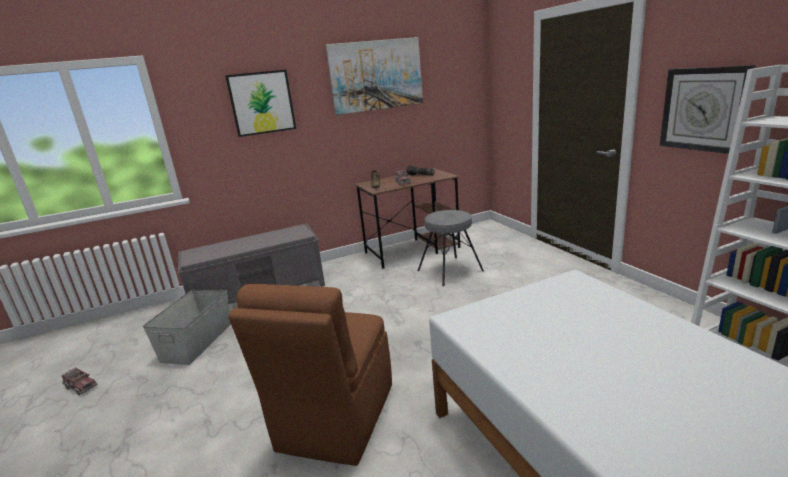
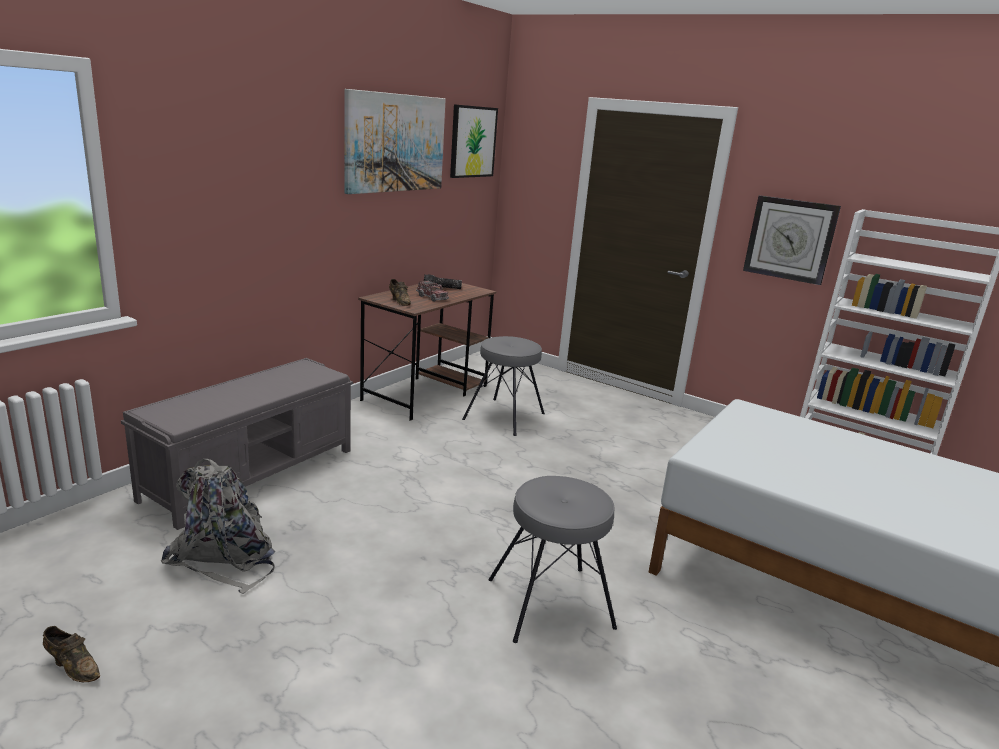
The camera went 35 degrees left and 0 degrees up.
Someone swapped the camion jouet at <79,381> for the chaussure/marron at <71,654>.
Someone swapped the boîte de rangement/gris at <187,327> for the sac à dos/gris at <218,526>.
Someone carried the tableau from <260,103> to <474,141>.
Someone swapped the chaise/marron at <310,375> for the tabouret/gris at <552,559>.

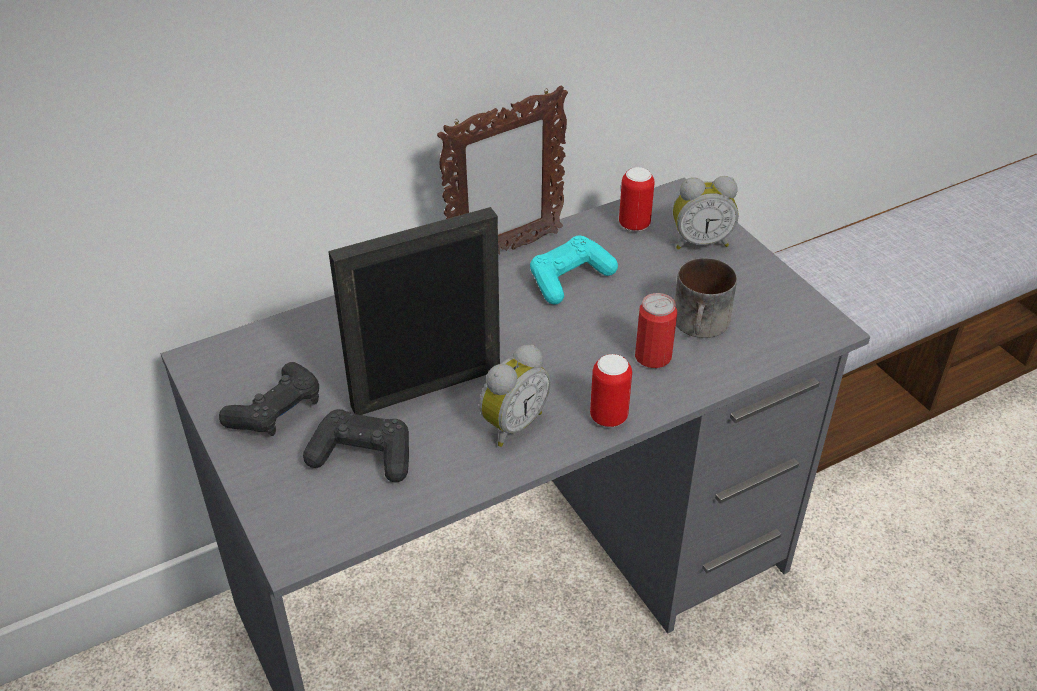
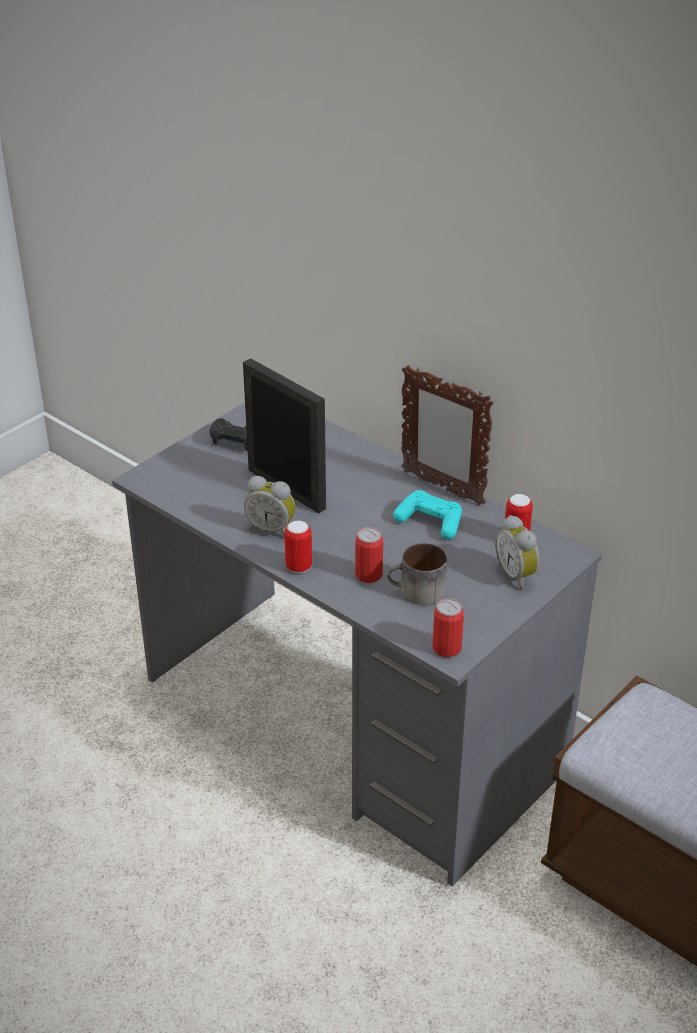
The camera went 70 degrees right and 5 degrees down.
Someone put down the boîte métallique at <448,627>.
Someone took away the manette/noir at <356,445>.

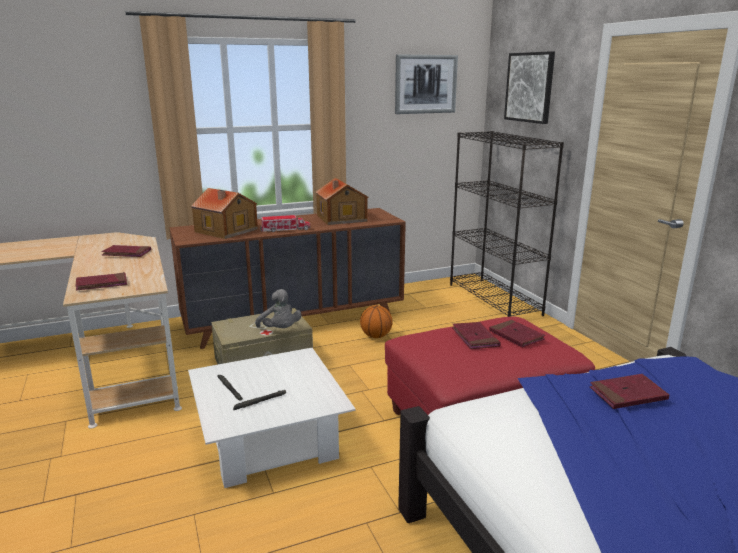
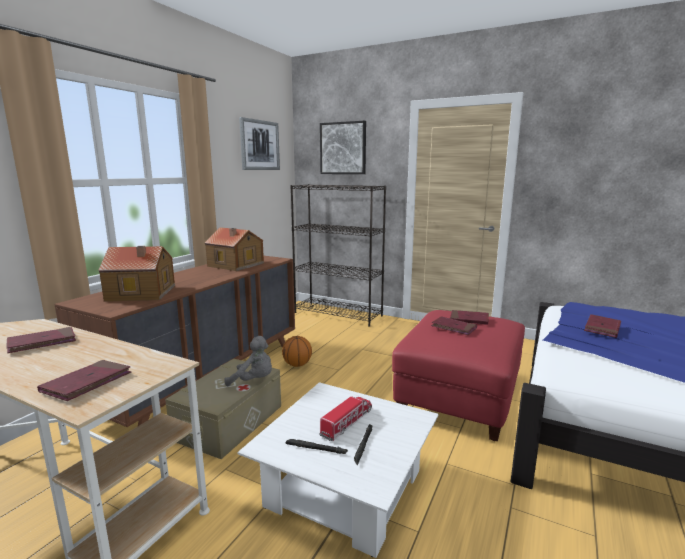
The camera went 40 degrees left and 5 degrees down.
Someone carried the camion jouet from <285,223> to <346,418>.

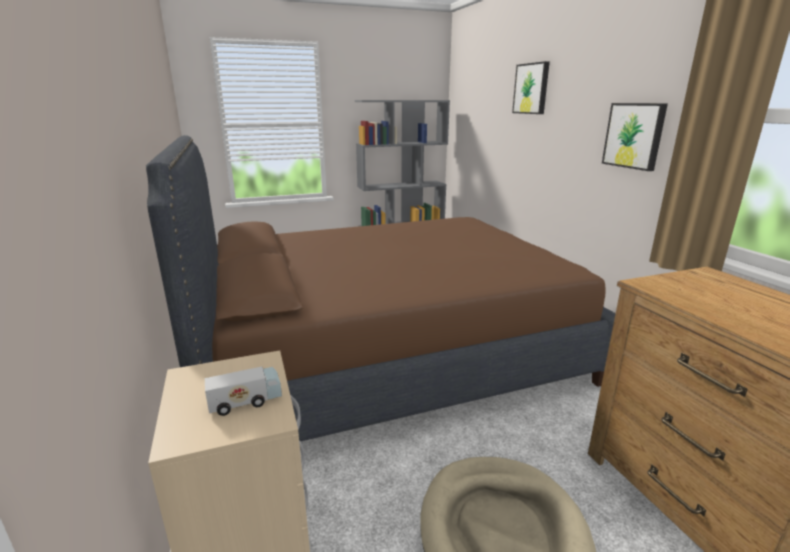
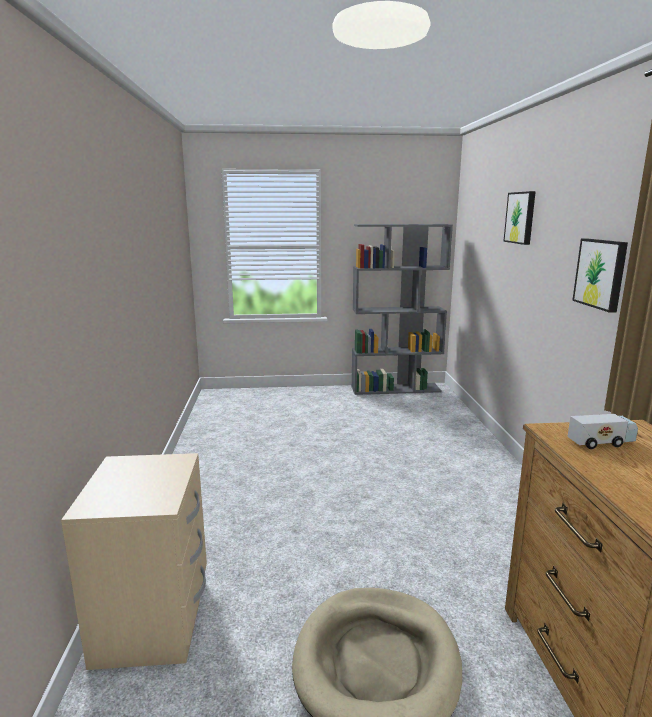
The camera went 15 degrees right and 5 degrees down.
Someone carried the camion jouet from <243,391> to <602,431>.
Someone took away the lit/marron at <381,288>.

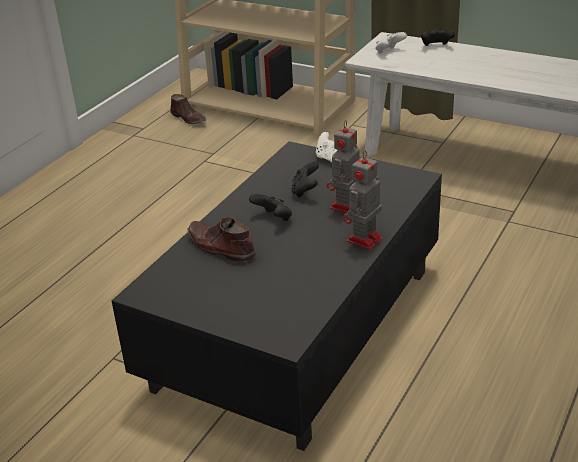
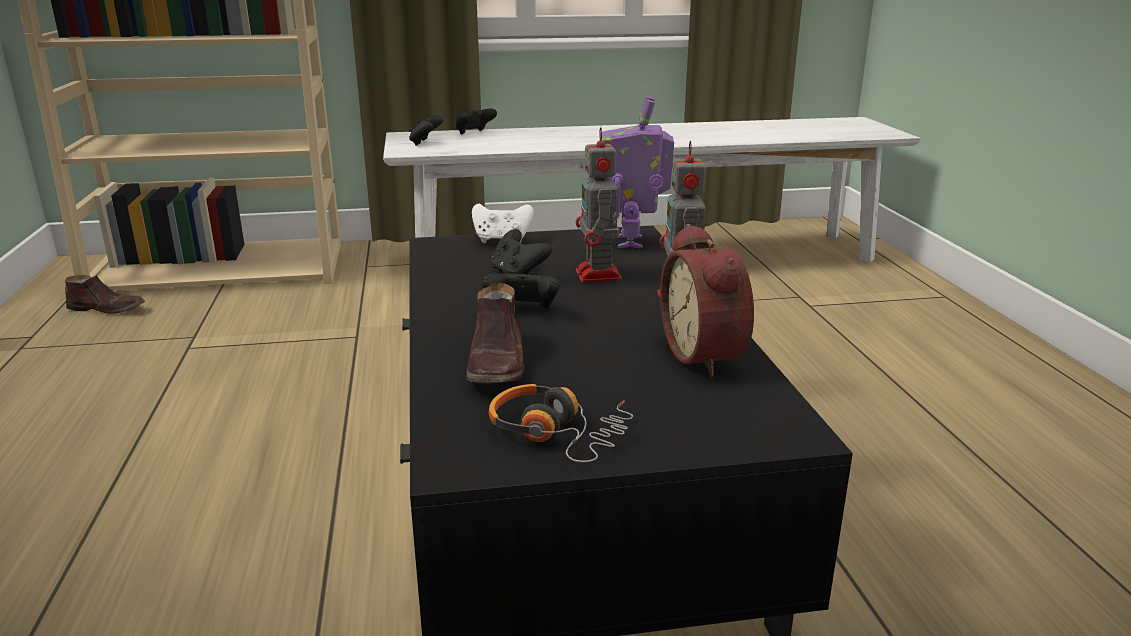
The camera went 40 degrees left and 10 degrees down.
Someone repainted the manette/blanc at <391,43>, which became the manette/noir at <426,130>.
Someone rotated the chaussure/marron at <221,239> by 90 degrees counterclockwise.
Someone put down the casque audio at <560,423>.
Someone put down the robot jouet at <636,172>.
Someone put down the réveil at <707,300>.

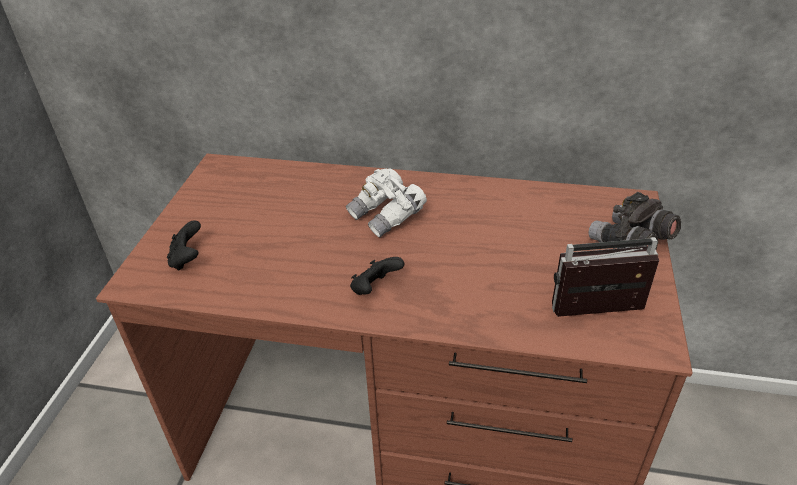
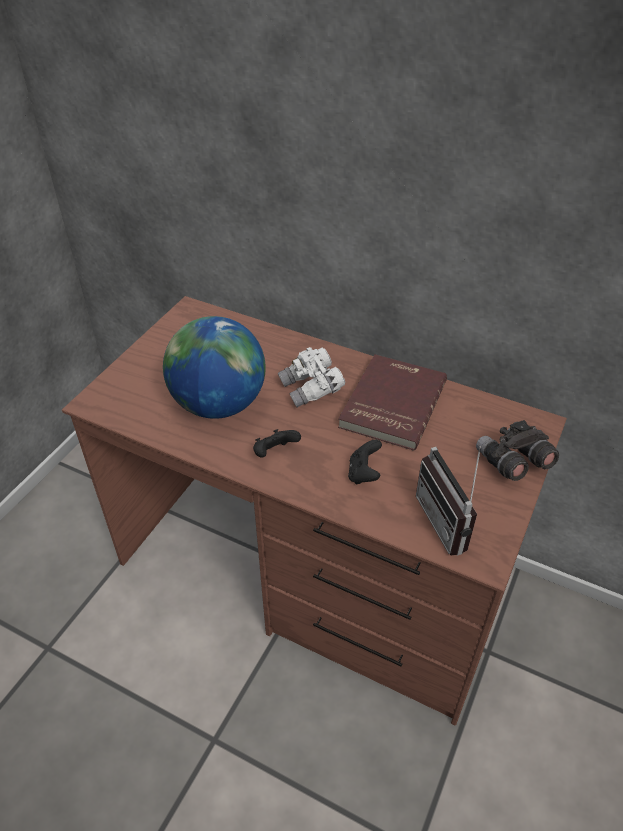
The camera went 15 degrees right and 5 degrees up.
Someone put down the globe at <214,367>.
Someone put down the livre/rouge at <392,402>.
Someone carried the manette/noir from <184,245> to <365,462>.
Someone rotated the radio at <605,277> by 120 degrees counterclockwise.

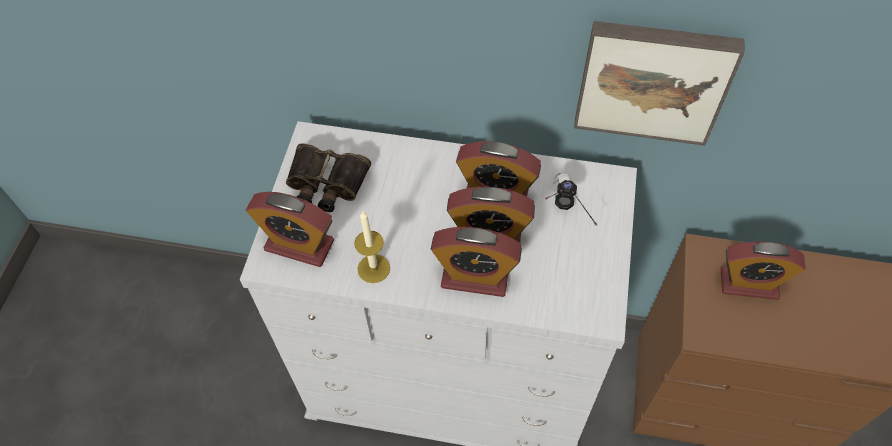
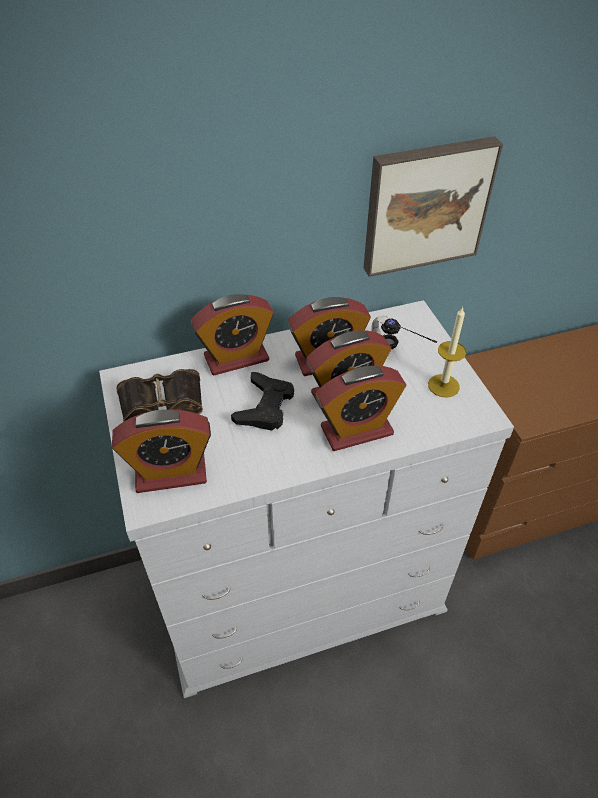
The camera went 30 degrees left and 10 degrees down.
Someone carried the réveil from <763,270> to <232,334>.
Someone put down the manette/noir at <262,401>.
Someone carried the bougie from <372,247> to <447,352>.

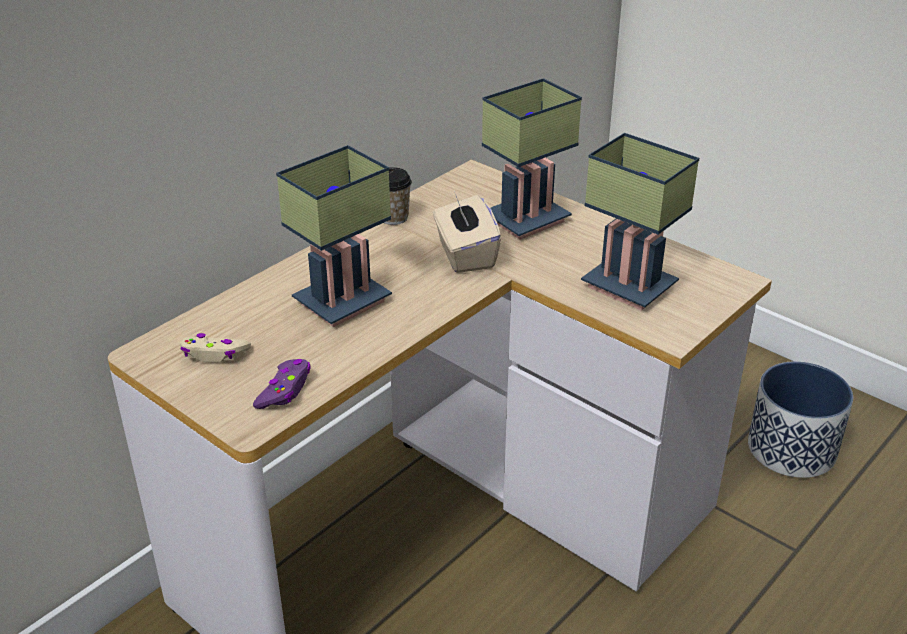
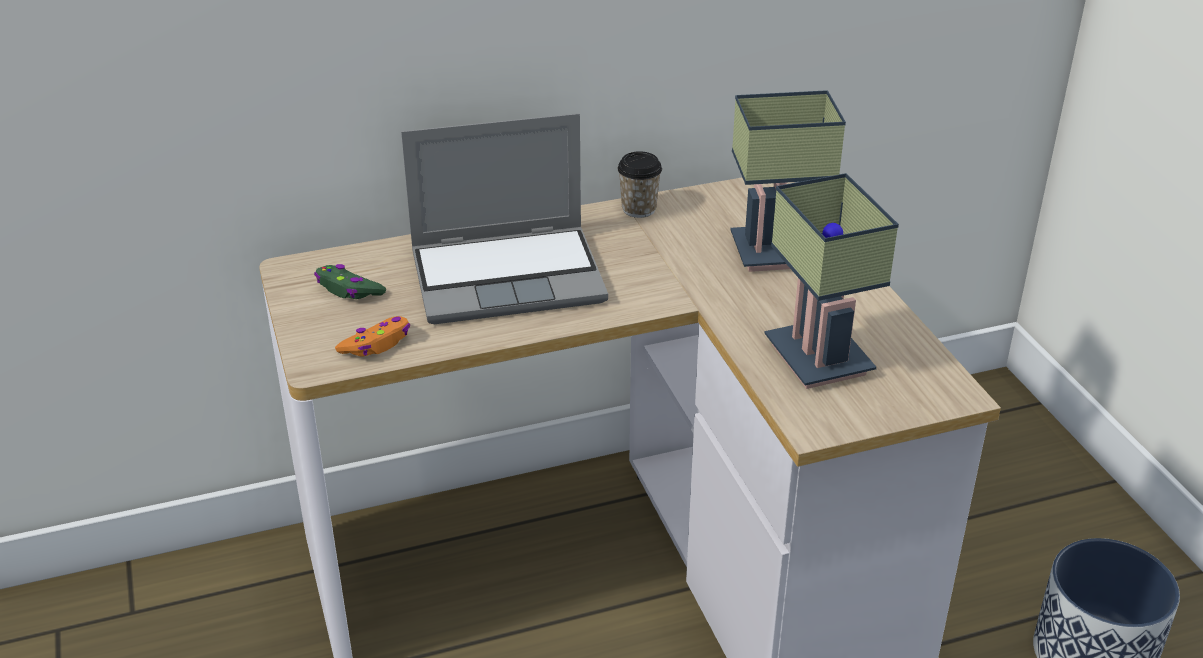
The camera went 30 degrees right and 0 degrees up.
Someone repainted the manette/beige at <215,348>, which became the manette/vert at <350,281>.
Someone repainted the manette/violet at <282,384>, which became the manette/orange at <372,336>.
Someone swapped the lampe de table at <334,236> for the ordinateur portable at <504,218>.
Someone took away the boîte à mouchoirs/beige at <467,232>.

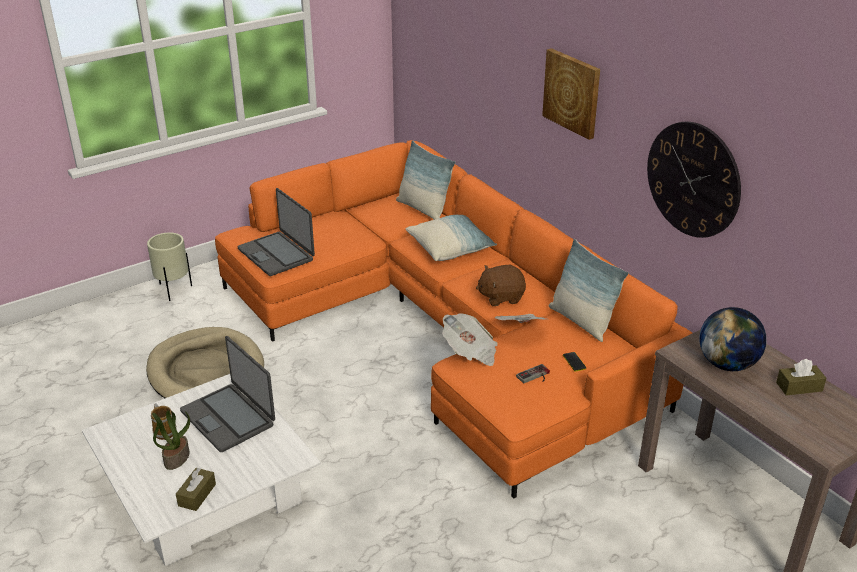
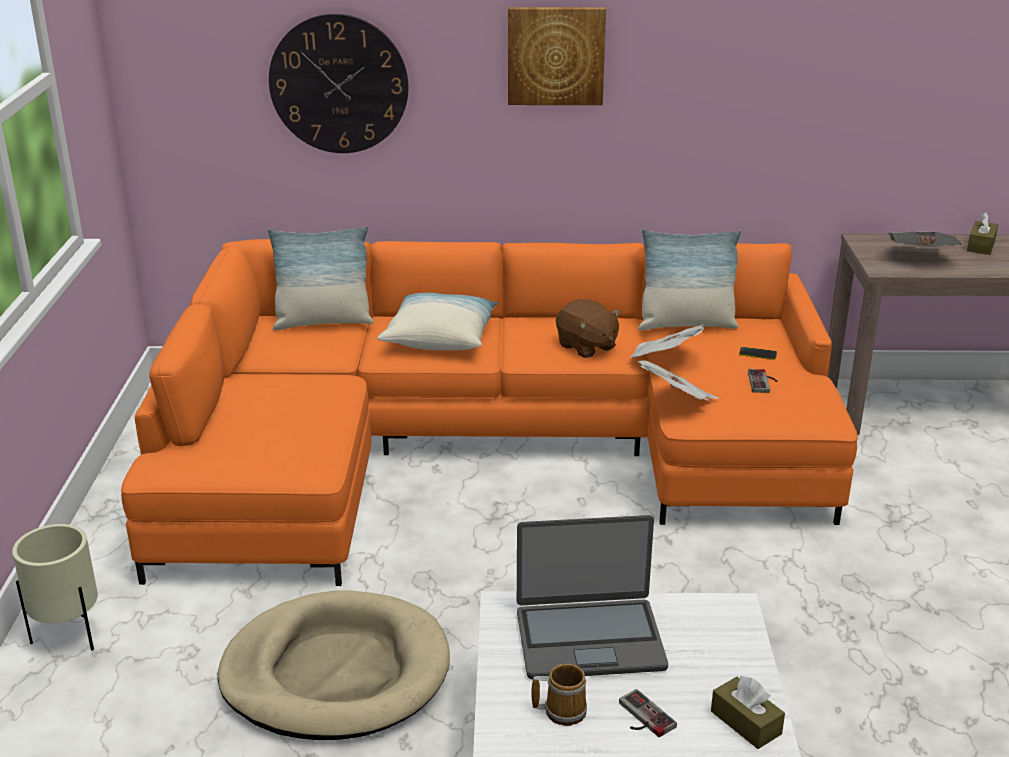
The camera went 55 degrees left and 5 degrees down.
Someone carried the horloge murale from <694,179> to <339,83>.
Someone rotated the peluche/marron at <501,285> by 60 degrees counterclockwise.
Someone swapped the plante en pot at <171,440> for the manette at <648,713>.
Someone swapped the globe at <733,339> for the journal at <925,239>.
Someone took away the ordinateur portable at <276,232>.

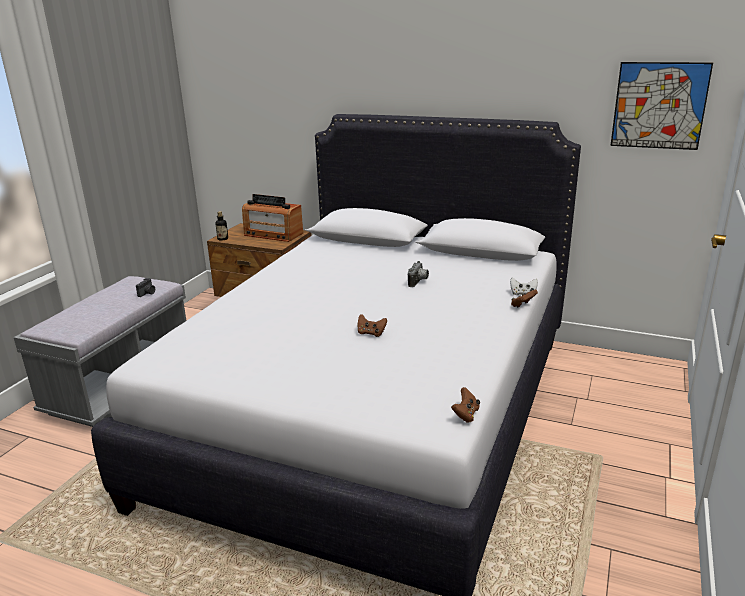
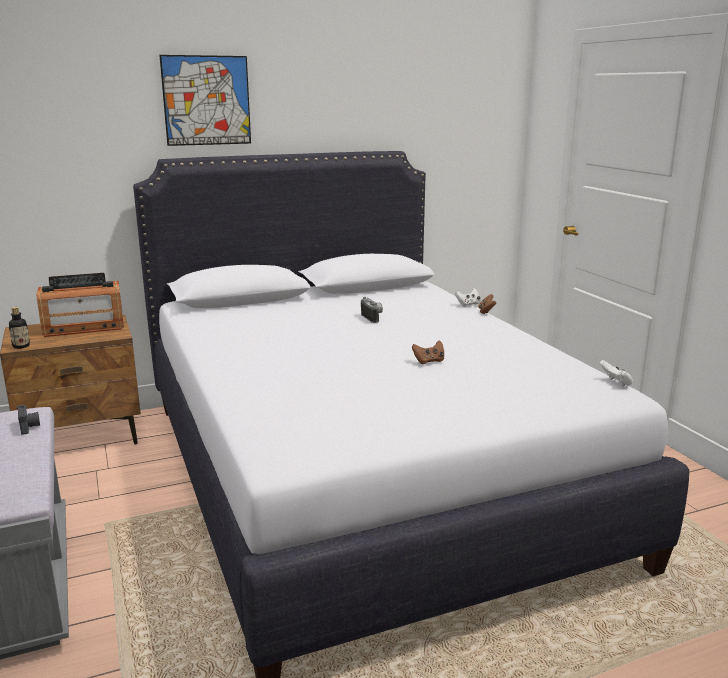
The camera went 45 degrees left and 5 degrees down.
Someone carried the tableau from <661,106> to <205,100>.
Someone repainted the manette/marron at <465,405>, which became the manette/blanc at <616,373>.

